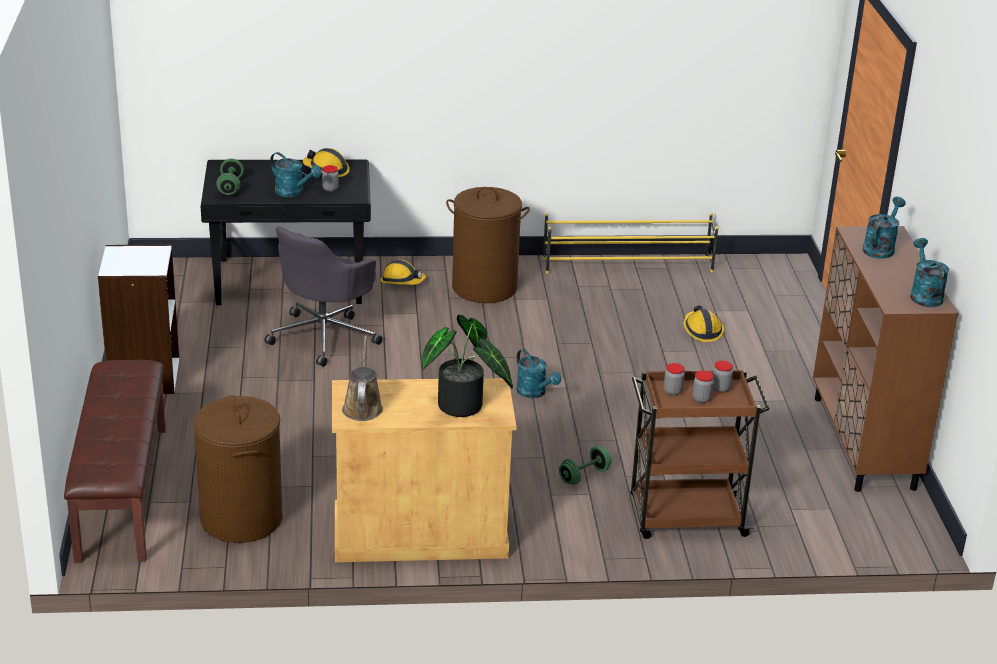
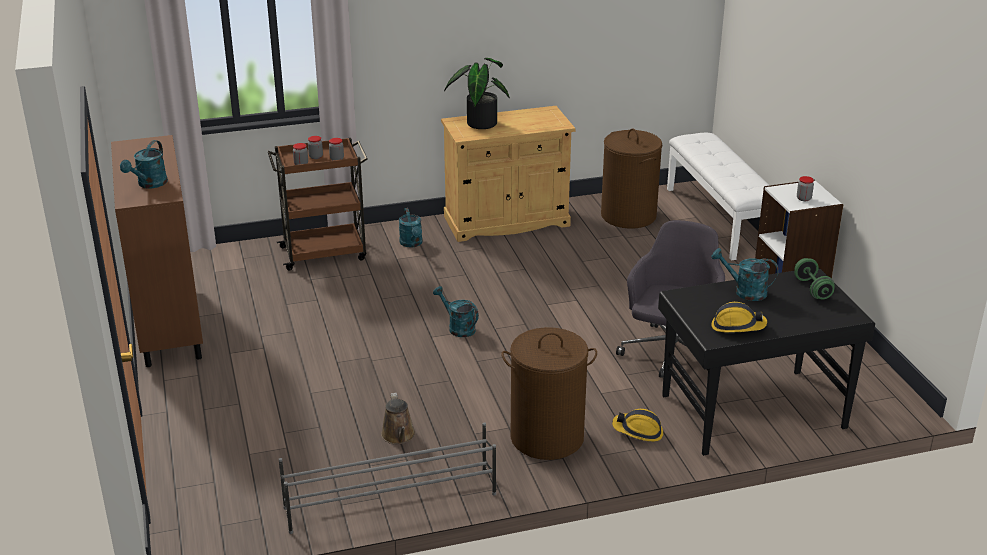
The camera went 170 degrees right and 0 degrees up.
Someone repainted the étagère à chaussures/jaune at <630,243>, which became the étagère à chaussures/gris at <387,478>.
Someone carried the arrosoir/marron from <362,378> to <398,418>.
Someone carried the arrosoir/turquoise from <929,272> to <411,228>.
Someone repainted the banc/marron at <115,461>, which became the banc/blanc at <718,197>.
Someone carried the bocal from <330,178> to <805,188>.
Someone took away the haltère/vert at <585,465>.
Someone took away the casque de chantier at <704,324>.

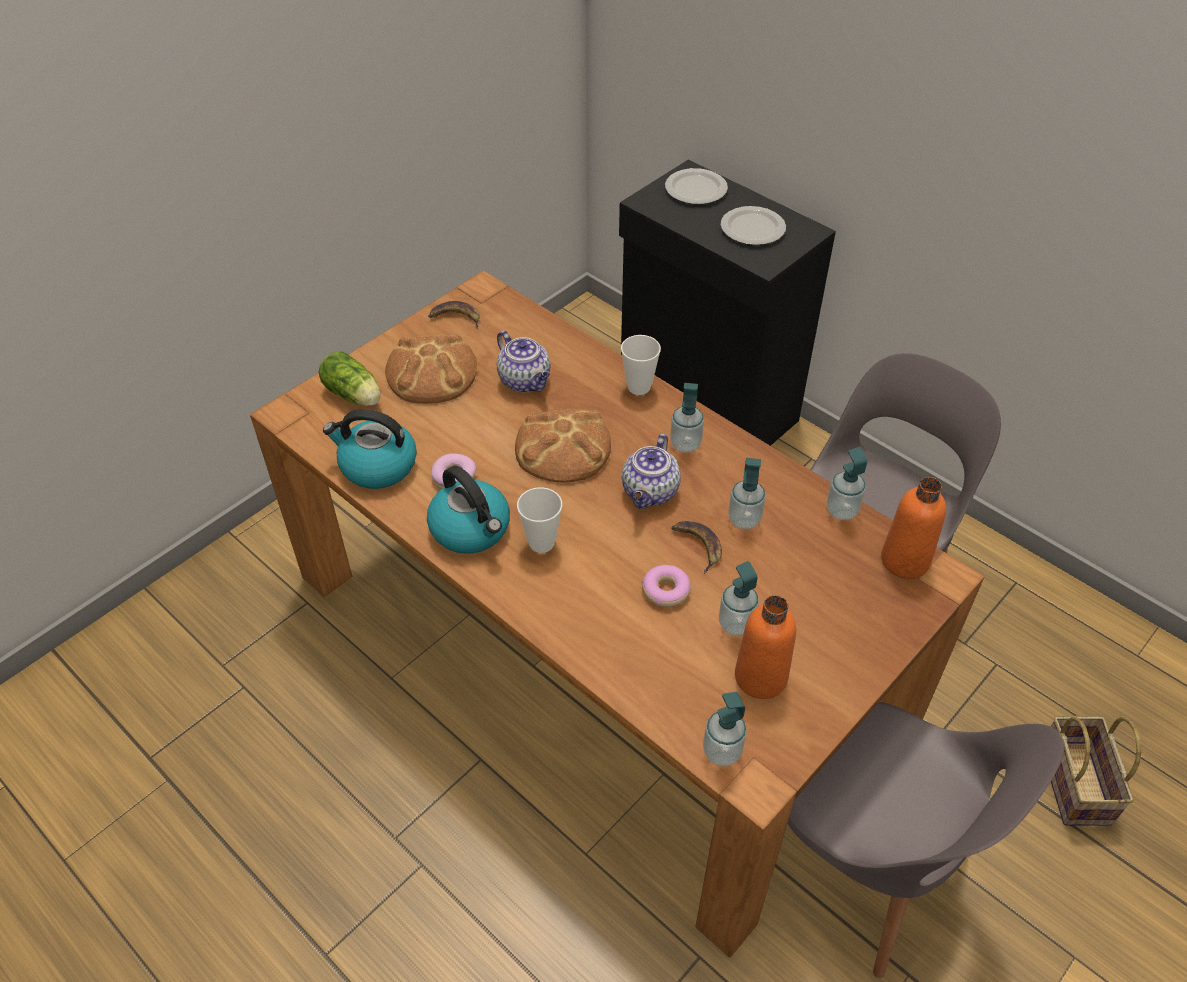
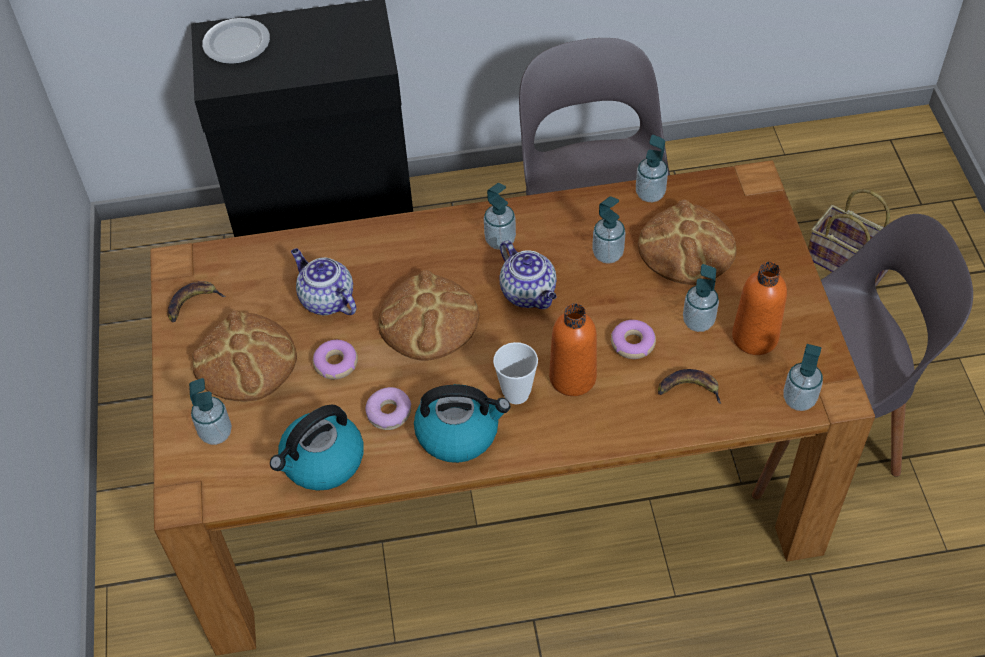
The camera went 50 degrees left and 5 degrees up.
Someone swapped the laitue at <350,378> for the distributeur de savon at <210,411>.
Someone rotated the théière at <524,361> by 135 degrees counterclockwise.
Someone put down the beignet at <335,359>.
Someone carried the bouteille/orange from <913,528> to <573,349>.
Someone put down the pain at <687,242>.
Someone carried the banane from <696,547> to <689,386>.
Someone took away the tasse at <641,365>.
Someone took away the assiette at <753,225>.

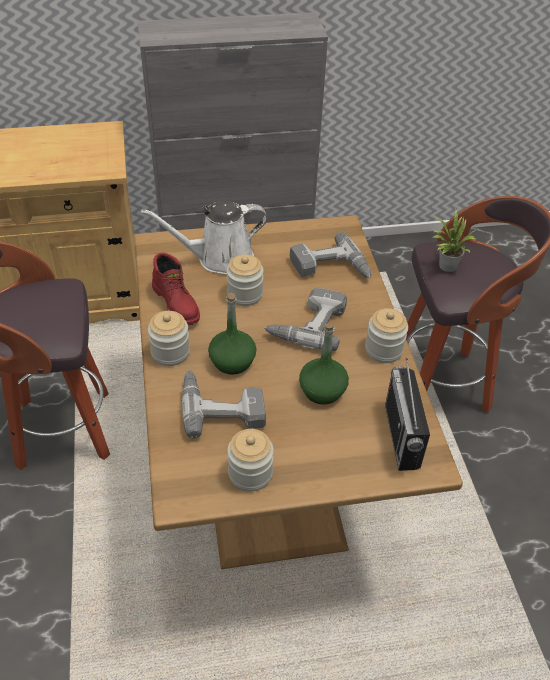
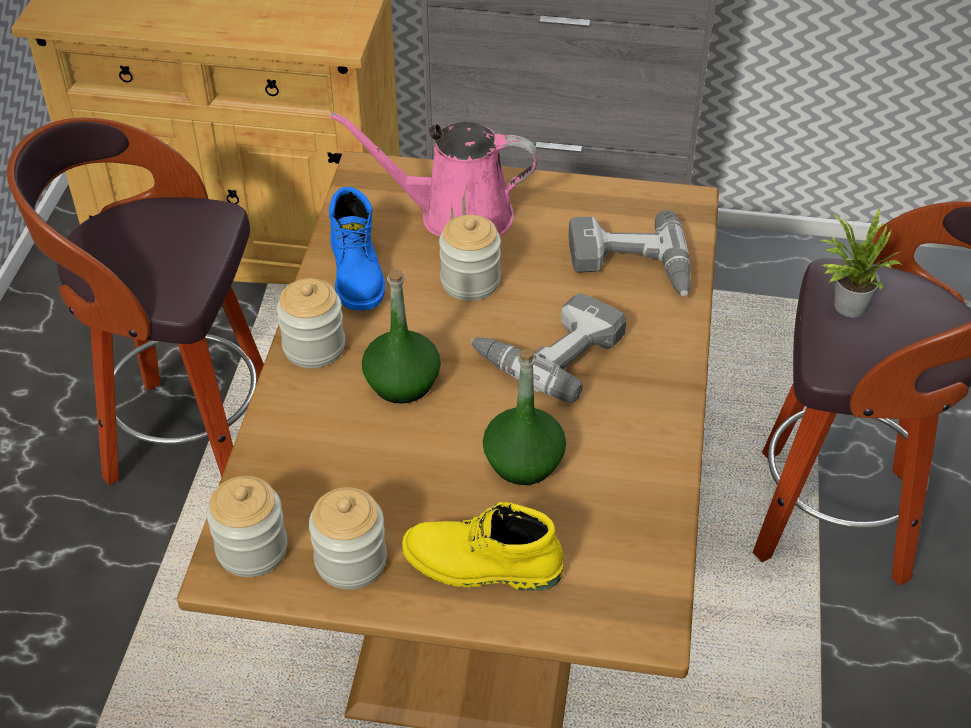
The camera went 20 degrees right and 0 degrees up.
Someone carried the bocal from <386,335> to <247,526>.
Someone repainted the botte/rouge at <176,289>, which became the botte/bleu at <357,249>.
Someone repainted the arrosoir/blanc at <204,237>, which became the arrosoir/rose at <434,174>.
Someone put down the botte/jaune at <482,546>.
Someone took away the perceuse at <224,404>.
Someone took away the radio at <407,414>.

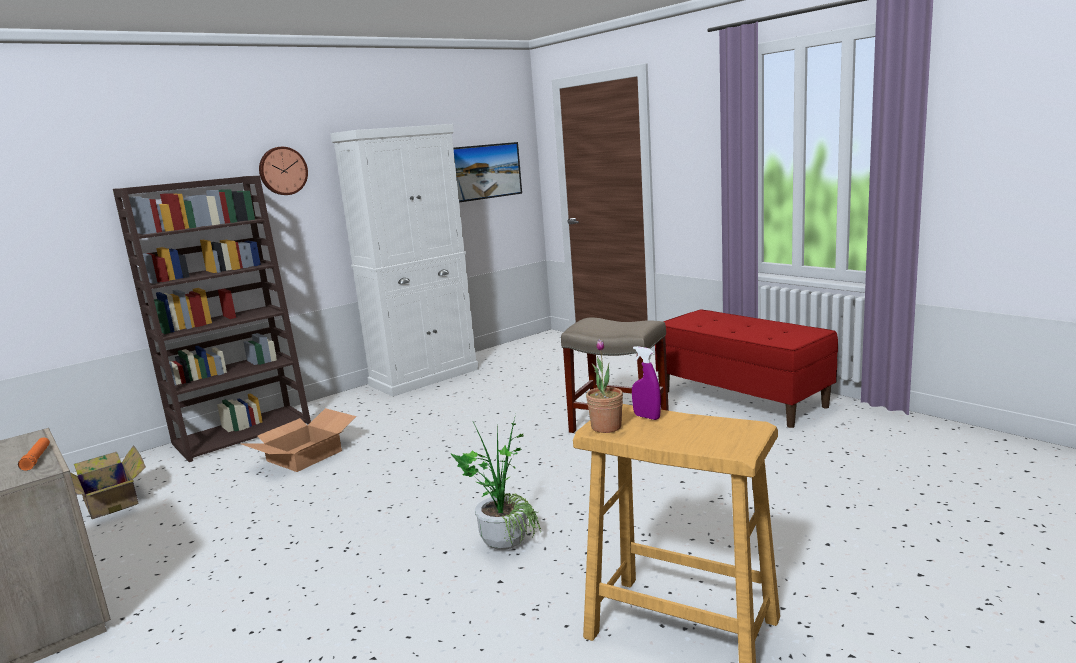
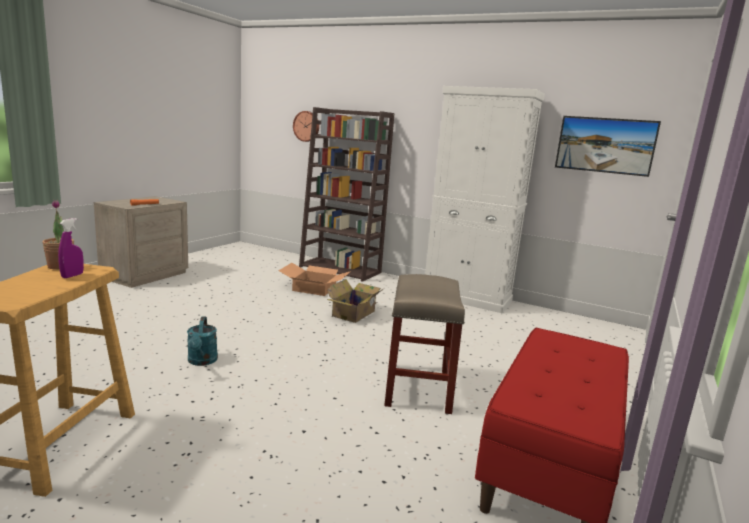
The camera went 65 degrees right and 0 degrees up.
Someone swapped the plante en pot at <495,482> for the arrosoir/turquoise at <202,341>.
Someone carried the horloge murale from <283,171> to <306,126>.
Someone carried the carton from <108,482> to <356,301>.

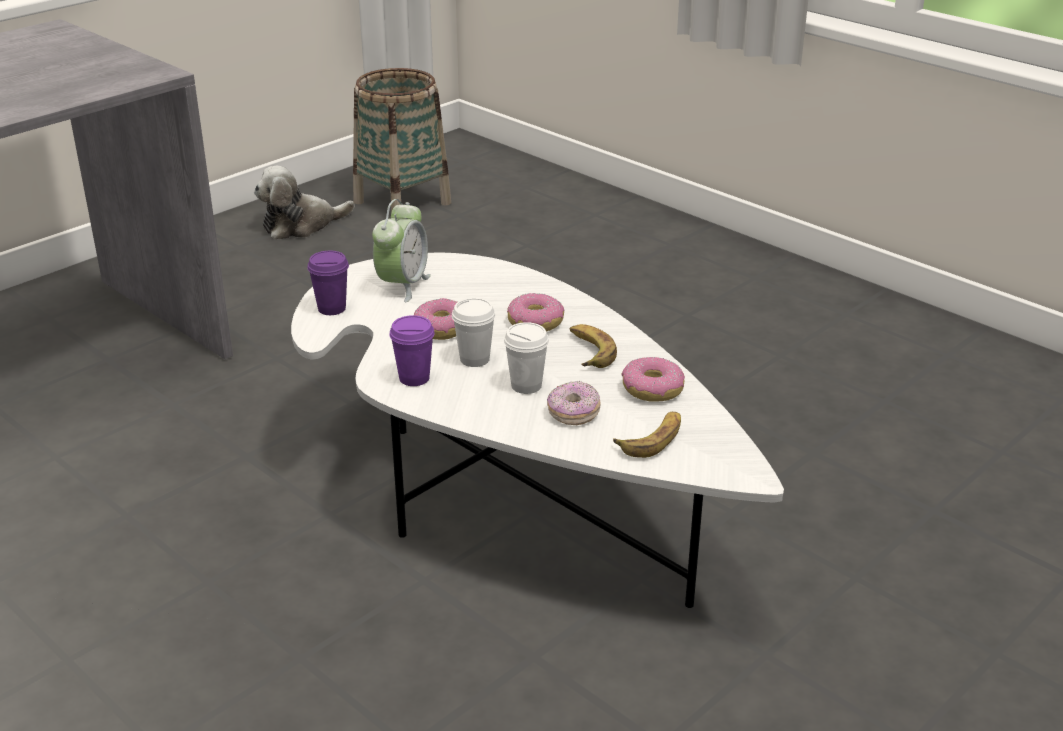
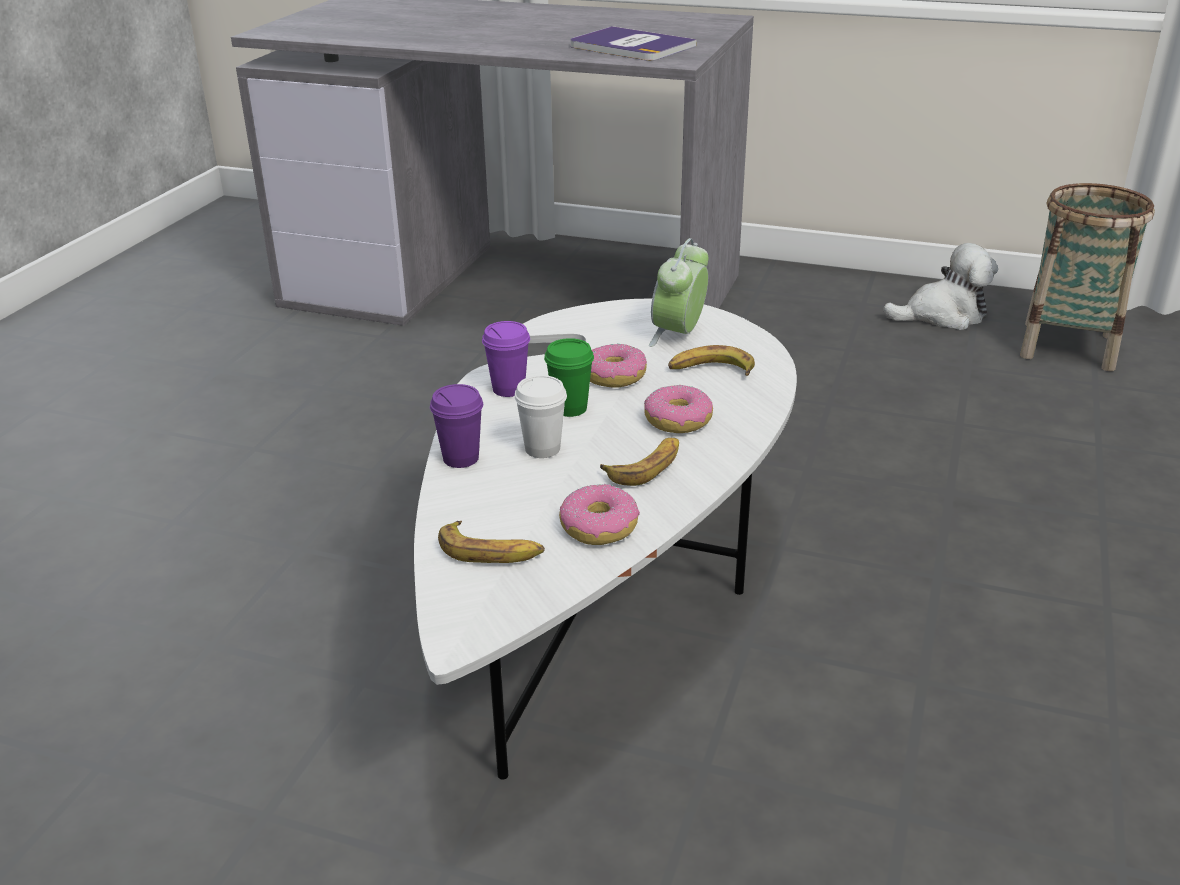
The camera went 65 degrees right and 0 degrees up.
Someone carried the tasse/violet from <328,283> to <456,426>.
Someone repainted the tasse/blanc at <474,332>, which became the tasse/vert at <569,377>.
Someone put down the livre at <633,43>.
Someone rotated the réveil at <401,250> by 120 degrees clockwise.
Someone put down the banane at <711,360>.
Someone rotated the peluche at <304,203> by 135 degrees clockwise.
Someone took away the beignet at <574,403>.

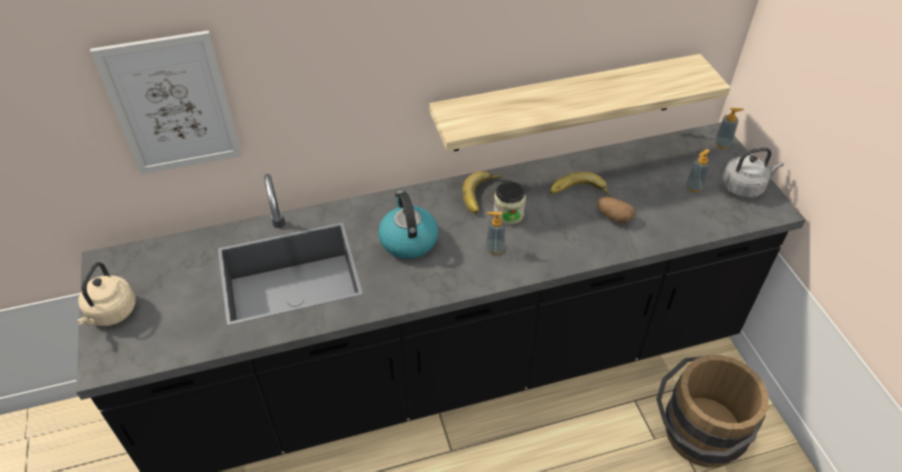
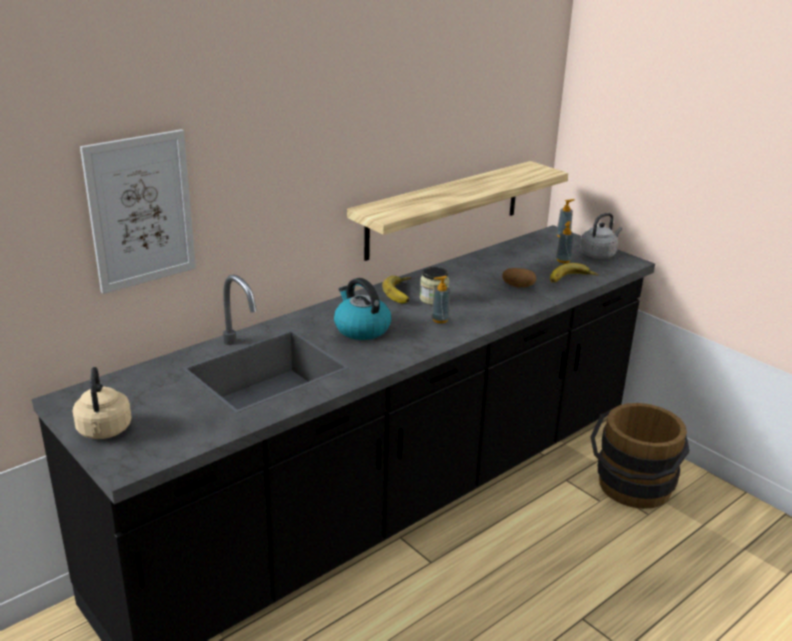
The camera went 25 degrees left and 20 degrees down.
Someone carried the banane from <580,184> to <574,273>.

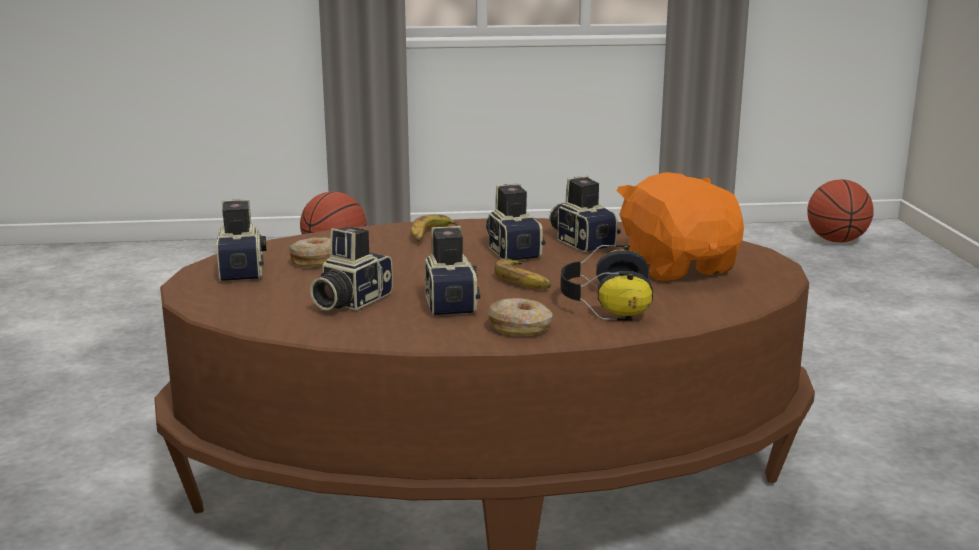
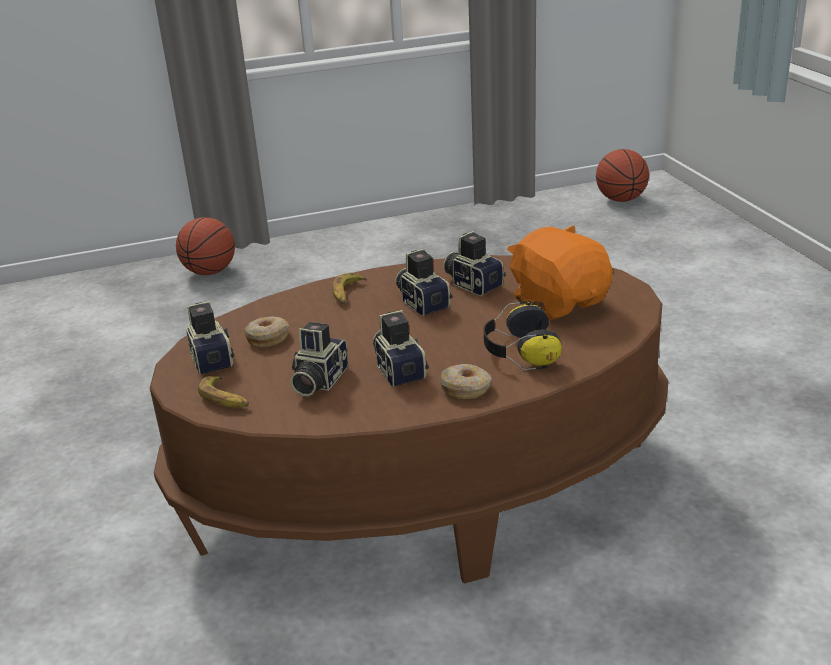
The camera went 10 degrees left and 10 degrees up.
Someone carried the banane from <522,273> to <223,392>.

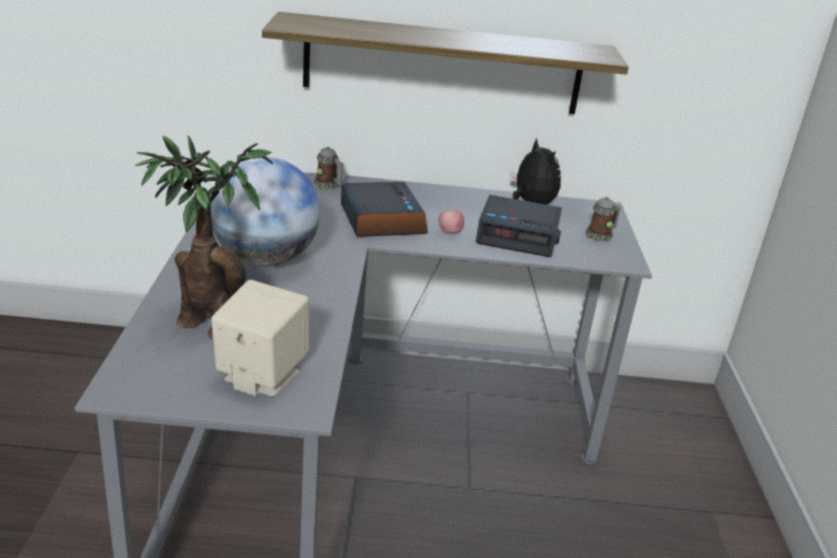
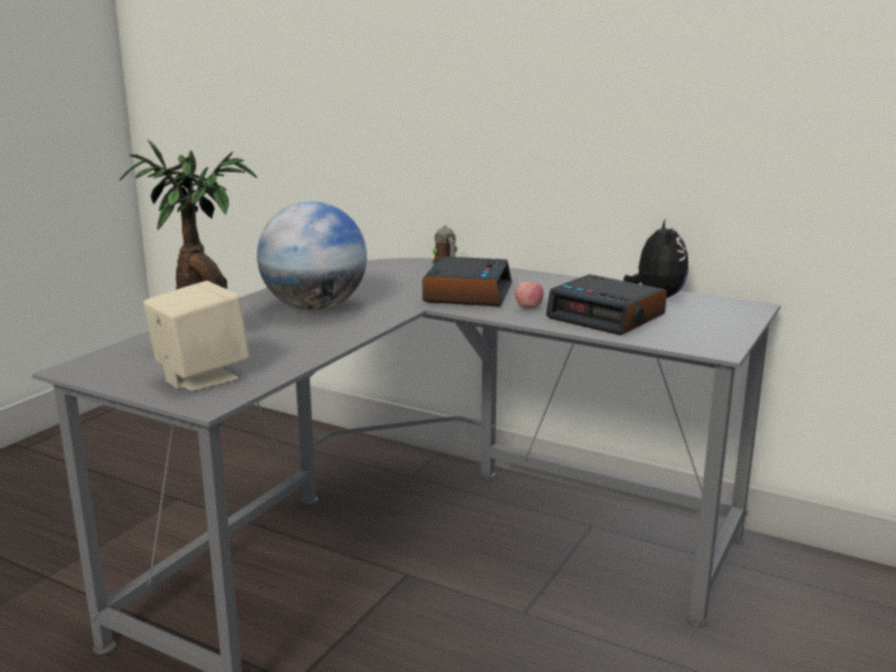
The camera went 30 degrees right and 10 degrees down.
Someone took away the étagère at <445,63>.
Someone took away the mug at <603,219>.

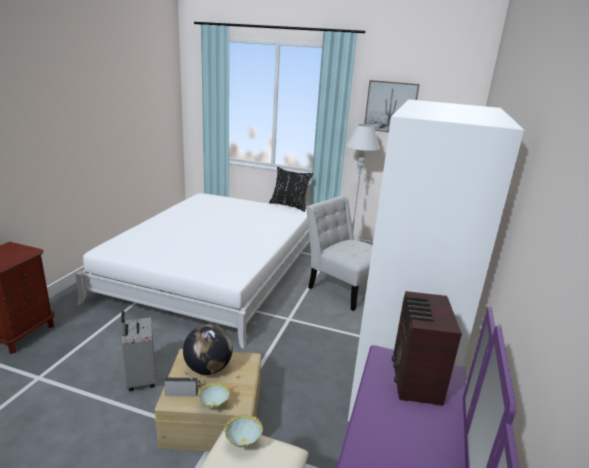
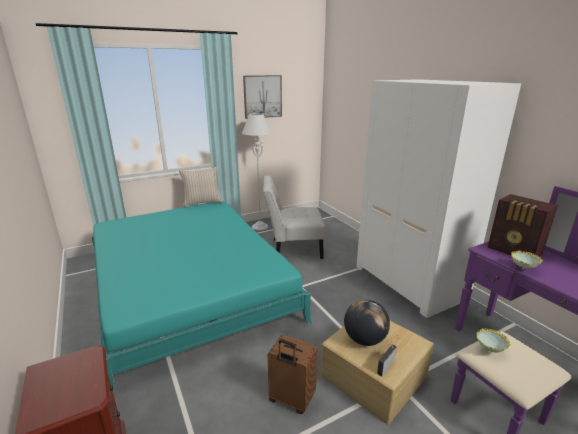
The camera went 45 degrees left and 0 degrees up.
Someone repainted the lit/blanc at <192,271>, which became the lit/turquoise at <201,296>.
Someone repainted the coussin/noir at <291,189>, which became the coussin/beige at <201,186>.
Someone repainted the valise/gris at <138,351>, which became the valise/marron at <293,374>.
Someone carried the bol from <213,395> to <526,259>.

